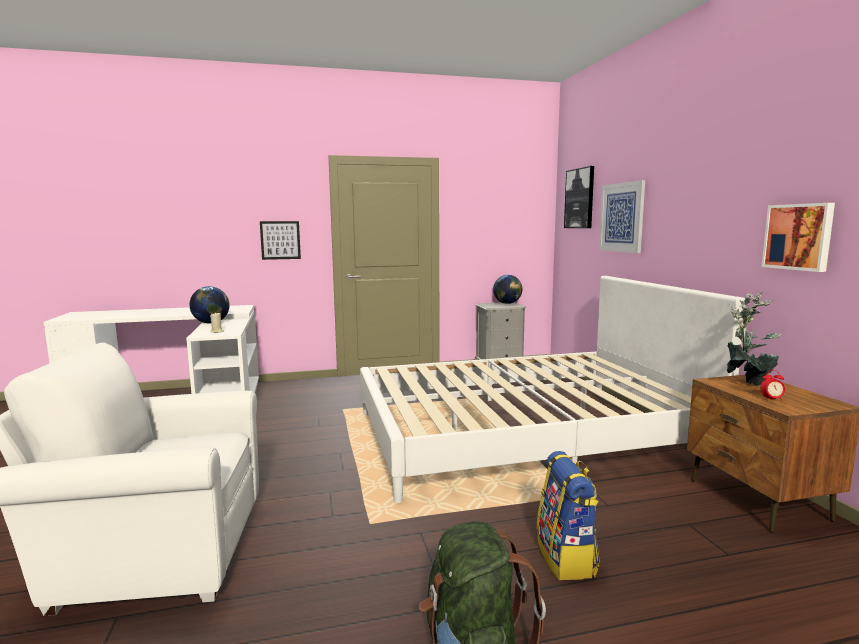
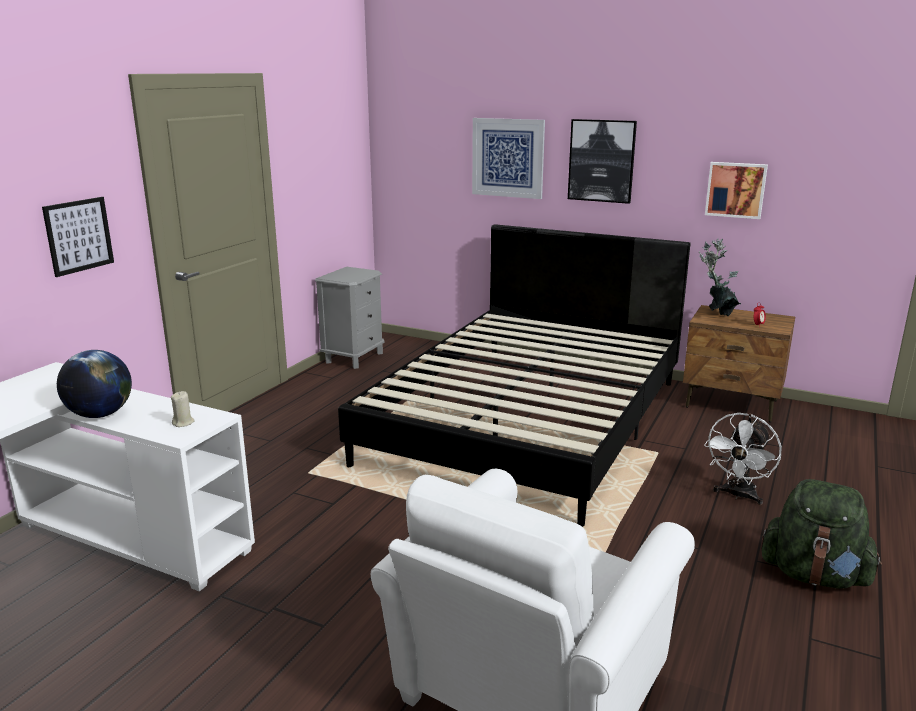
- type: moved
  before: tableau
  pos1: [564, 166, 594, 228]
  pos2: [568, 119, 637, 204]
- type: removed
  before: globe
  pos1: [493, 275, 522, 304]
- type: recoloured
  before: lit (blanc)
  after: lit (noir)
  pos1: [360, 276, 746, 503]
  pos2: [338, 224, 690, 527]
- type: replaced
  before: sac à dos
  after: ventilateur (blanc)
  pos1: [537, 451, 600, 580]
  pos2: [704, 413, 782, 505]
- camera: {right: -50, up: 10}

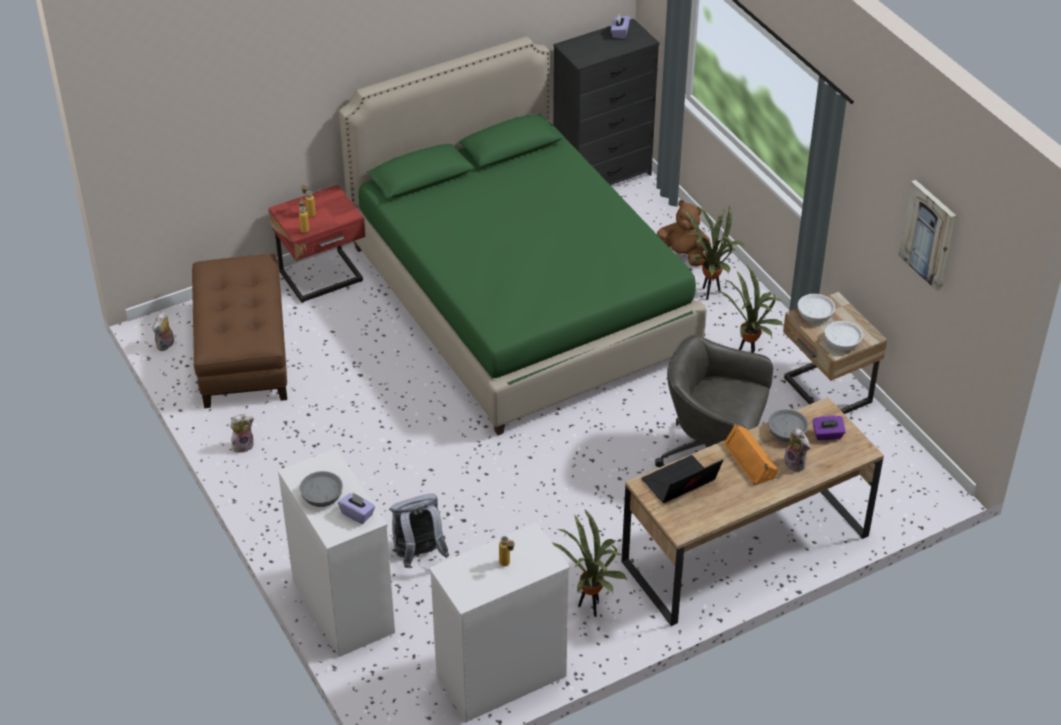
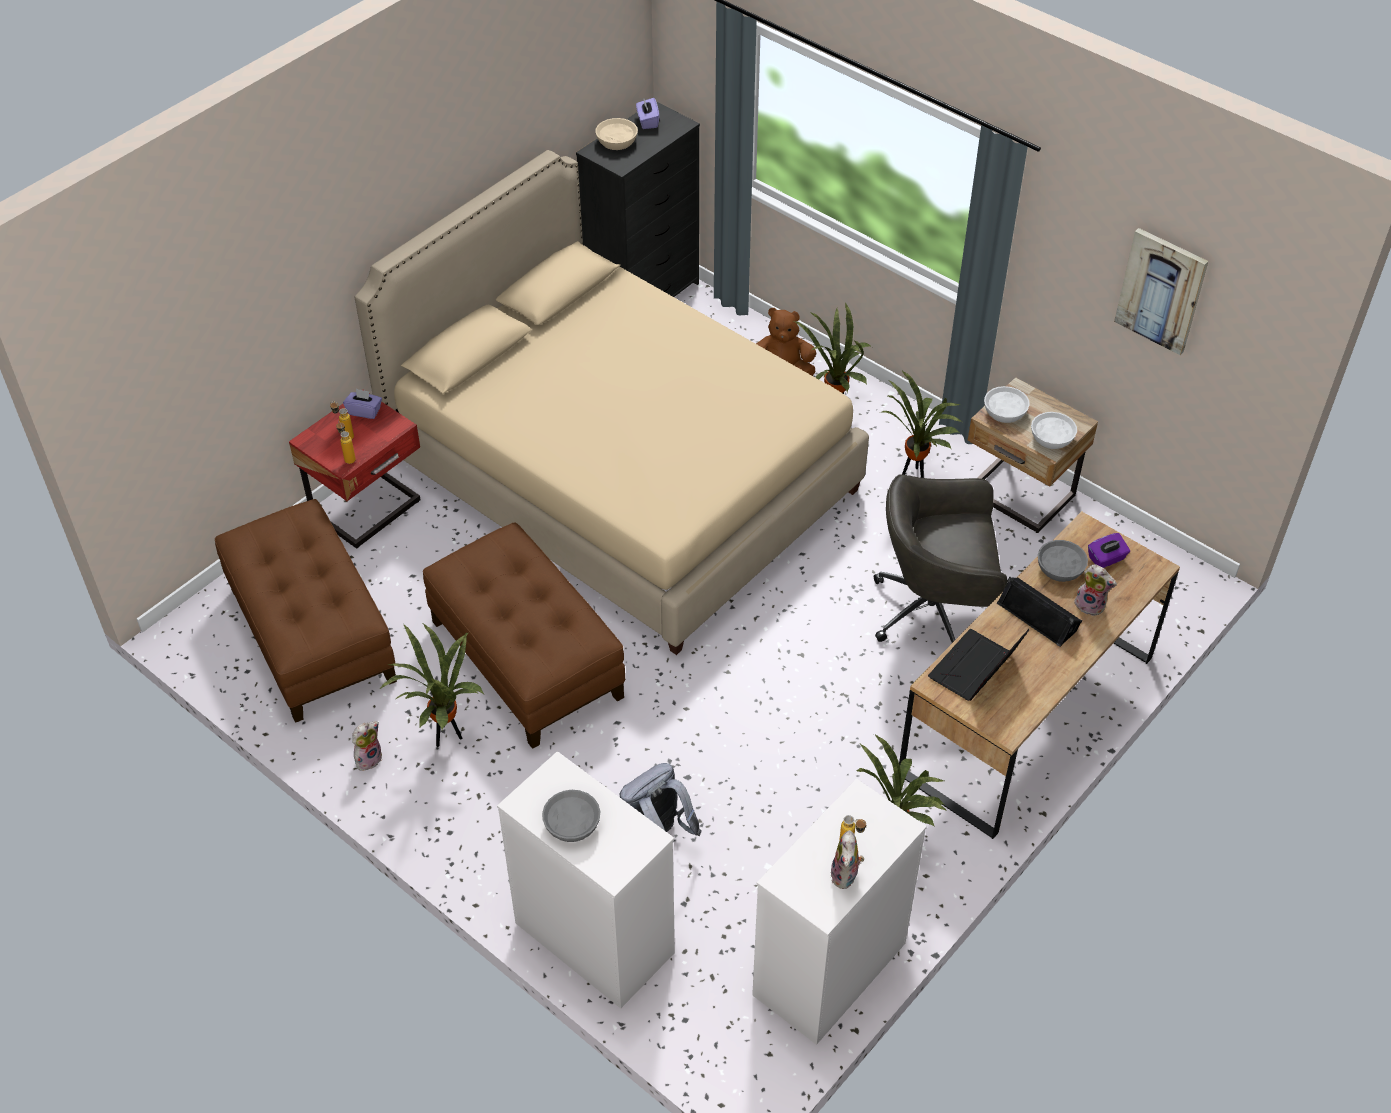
- type: recoloured
  before: lit (vert)
  after: lit (beige)
  pos1: [339, 36, 707, 435]
  pos2: [355, 150, 869, 655]
- type: moved
  before: peluche
  pos1: [153, 312, 174, 351]
  pos2: [830, 830, 864, 889]
- type: recoloured
  before: enceinte (orange)
  after: enceinte (noir)
  pos1: [723, 424, 779, 486]
  pos2: [997, 577, 1082, 647]
- type: moved
  before: boîte à mouchoirs (violet)
  pos1: [338, 492, 375, 524]
  pos2: [343, 389, 382, 419]
- type: added
  after: bol (beige)
  pos2: [595, 118, 638, 150]
- type: added
  after: pouf (marron)
  pos2: [423, 522, 625, 749]
- type: added
  after: plante en pot
  pos2: [380, 623, 484, 747]
- camera: {right: -20, up: 5}

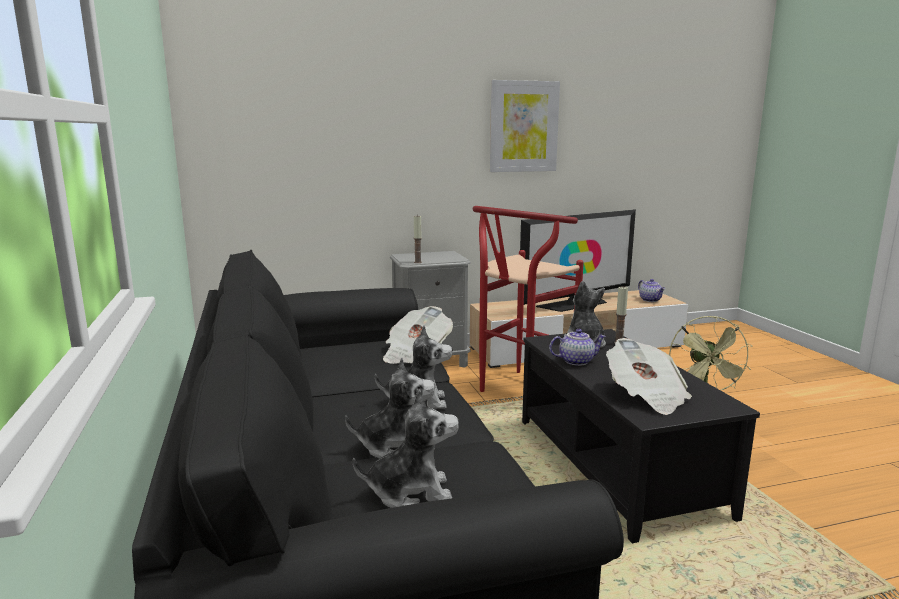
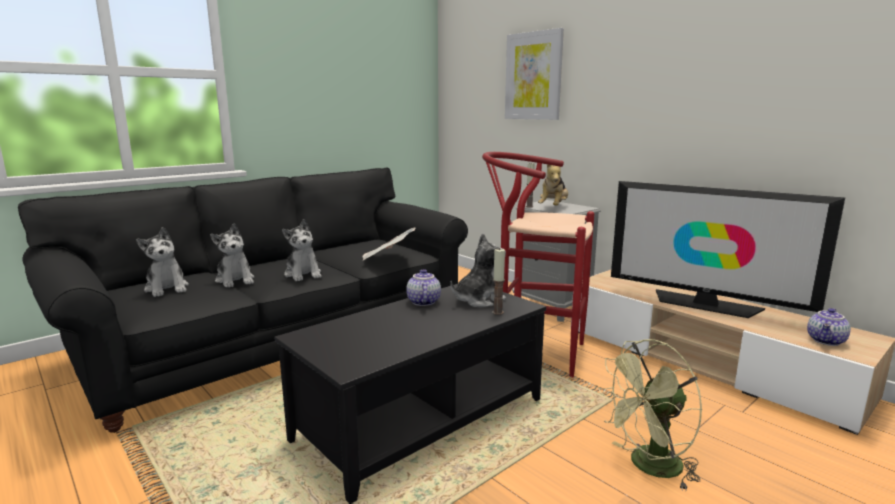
- type: moved
  before: tableau
  pos1: [490, 80, 560, 172]
  pos2: [505, 28, 564, 120]
- type: turned
  before: théière
  pos1: [549, 329, 606, 366]
  pos2: [406, 269, 441, 306]
  turn: -150
- type: removed
  before: journal
  pos1: [606, 338, 692, 415]
- type: added
  after: peluche
  pos2: [538, 164, 568, 206]
- camera: {right: 65, up: 0}

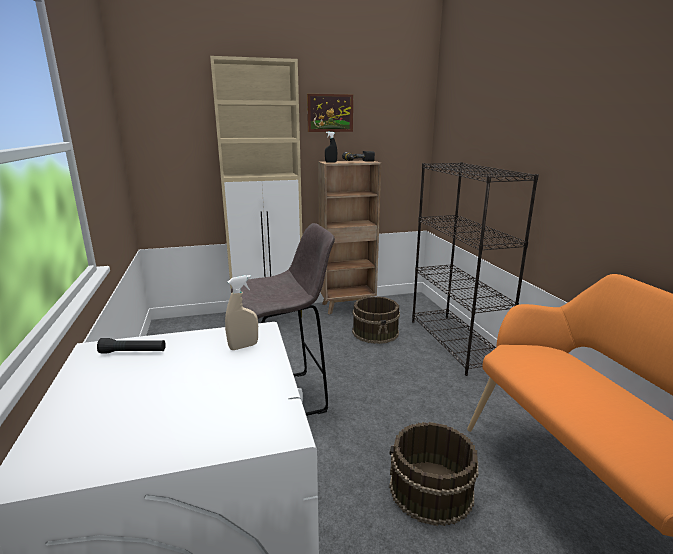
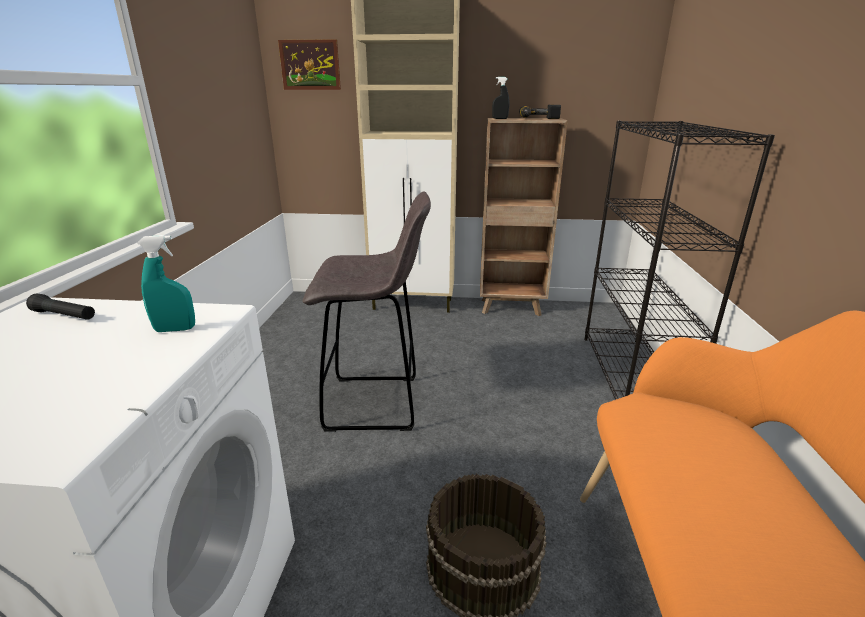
- type: moved
  before: tableau
  pos1: [307, 94, 353, 132]
  pos2: [278, 39, 341, 90]
- type: recoloured
  before: vaporisateur (beige)
  after: vaporisateur (turquoise)
  pos1: [225, 275, 258, 350]
  pos2: [137, 235, 195, 332]
- type: removed
  before: seau (marron)
  pos1: [352, 296, 400, 344]
- camera: {right: 20, up: 5}

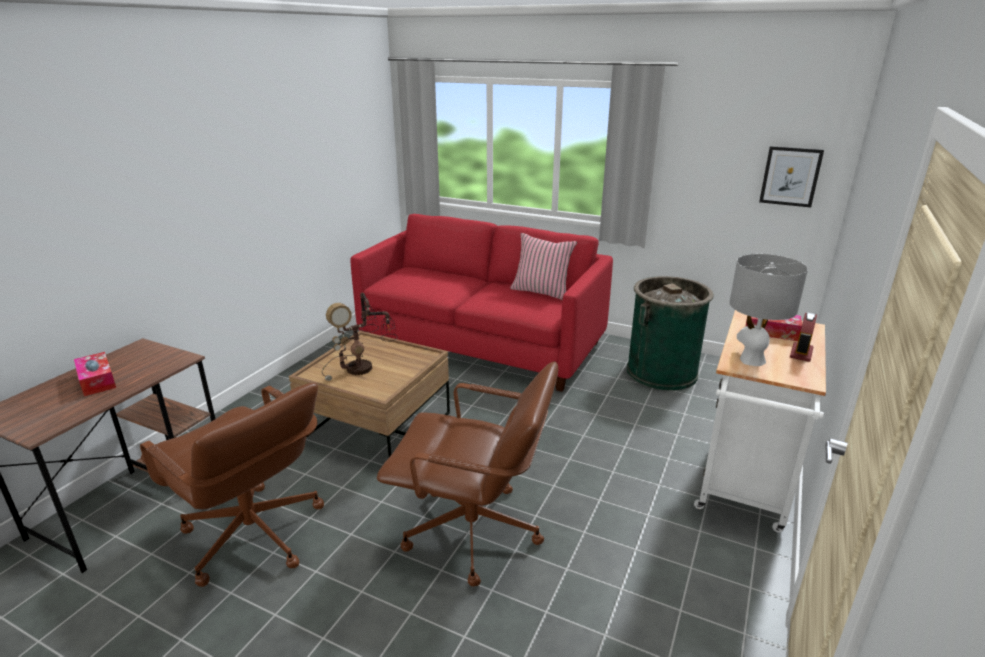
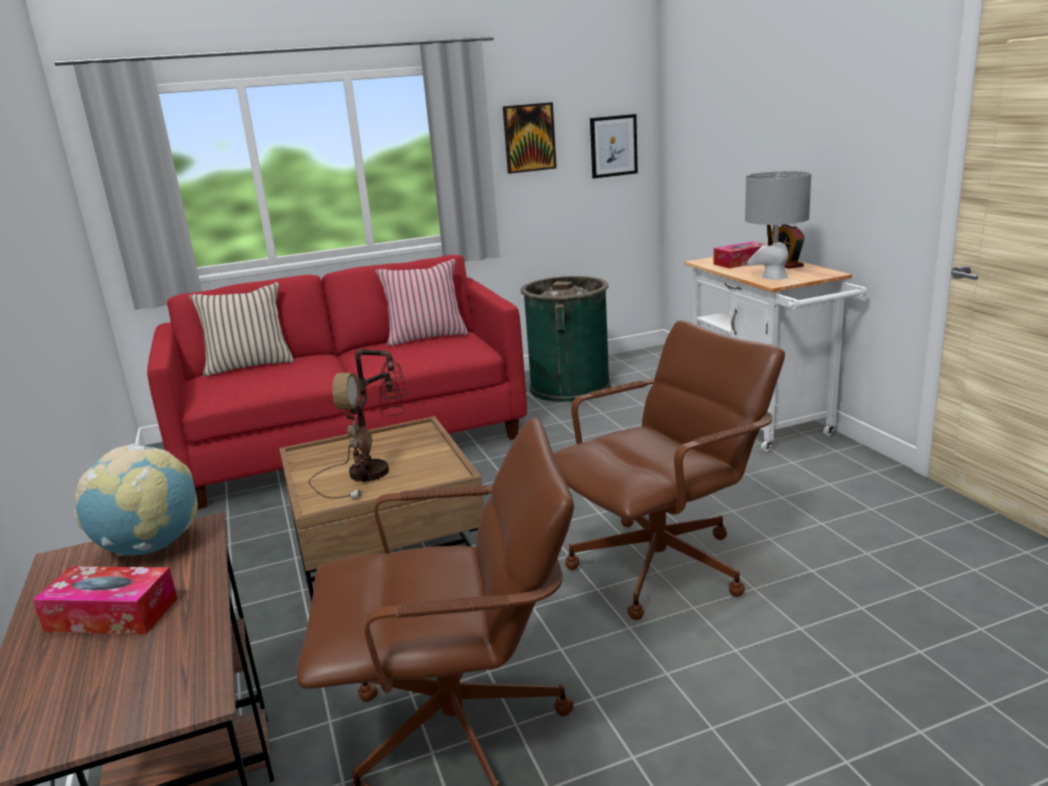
- type: added
  after: tableau
  pos2: [503, 102, 557, 174]
- type: added
  after: coussin (beige)
  pos2: [190, 282, 294, 376]
- type: added
  after: globe
  pos2: [74, 444, 198, 556]
- camera: {right: -45, up: -5}

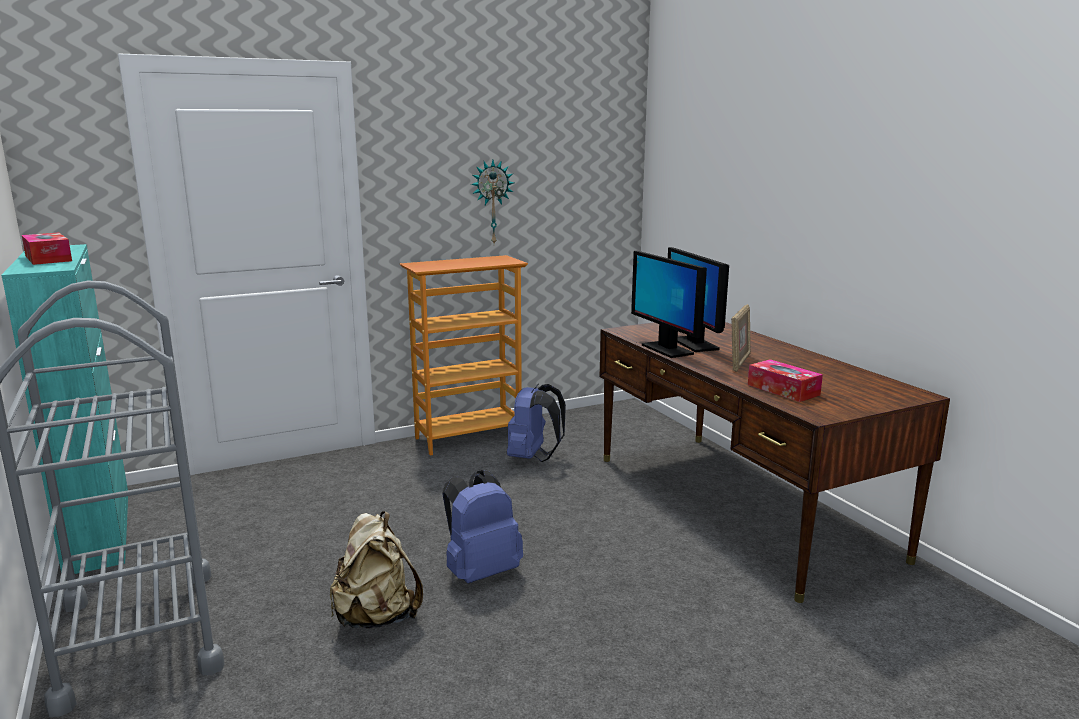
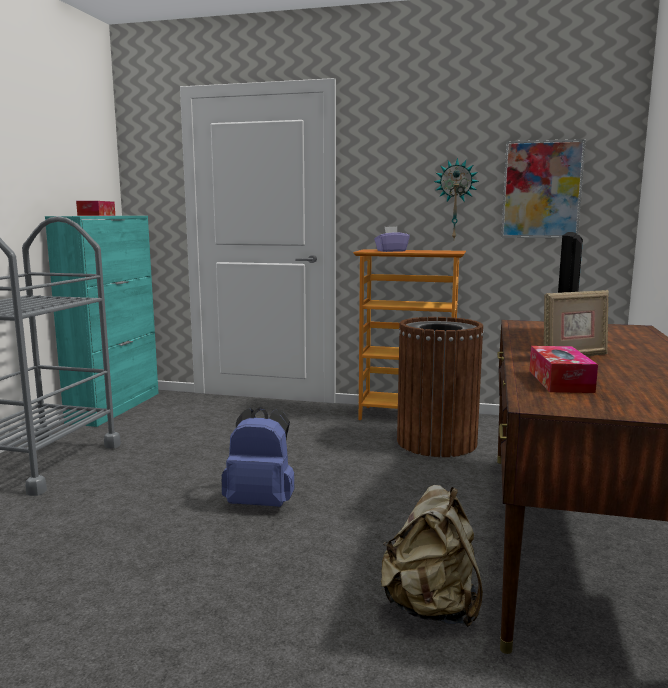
- type: removed
  before: écran d'ordinateur
  pos1: [631, 251, 707, 358]
- type: replaced
  before: sac à dos (bleu)
  after: poubelle (marron)
  pos1: [507, 383, 566, 462]
  pos2: [397, 317, 484, 457]
- type: moved
  before: sac à dos (beige)
  pos1: [330, 511, 423, 629]
  pos2: [380, 485, 483, 627]
- type: added
  after: tableau
  pos2: [501, 139, 586, 238]
- type: added
  after: boîte à mouchoirs (violet)
  pos2: [374, 227, 410, 252]
- camera: {right: 40, up: -5}

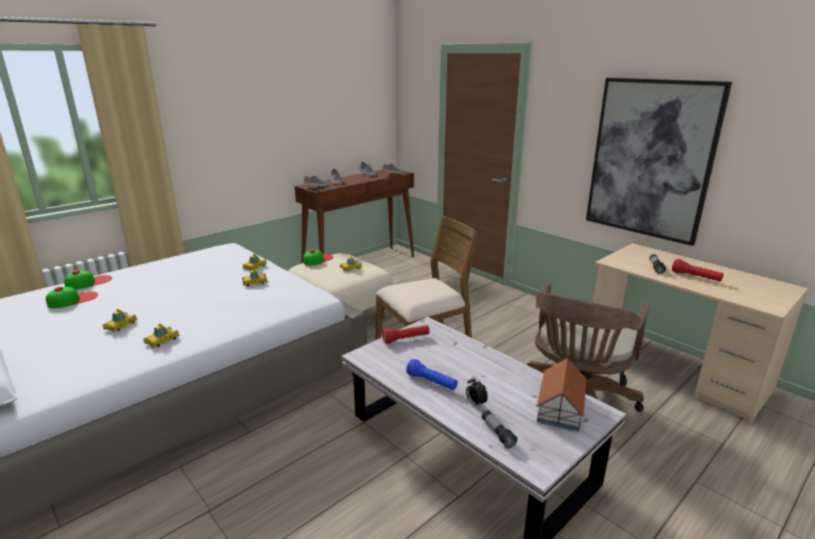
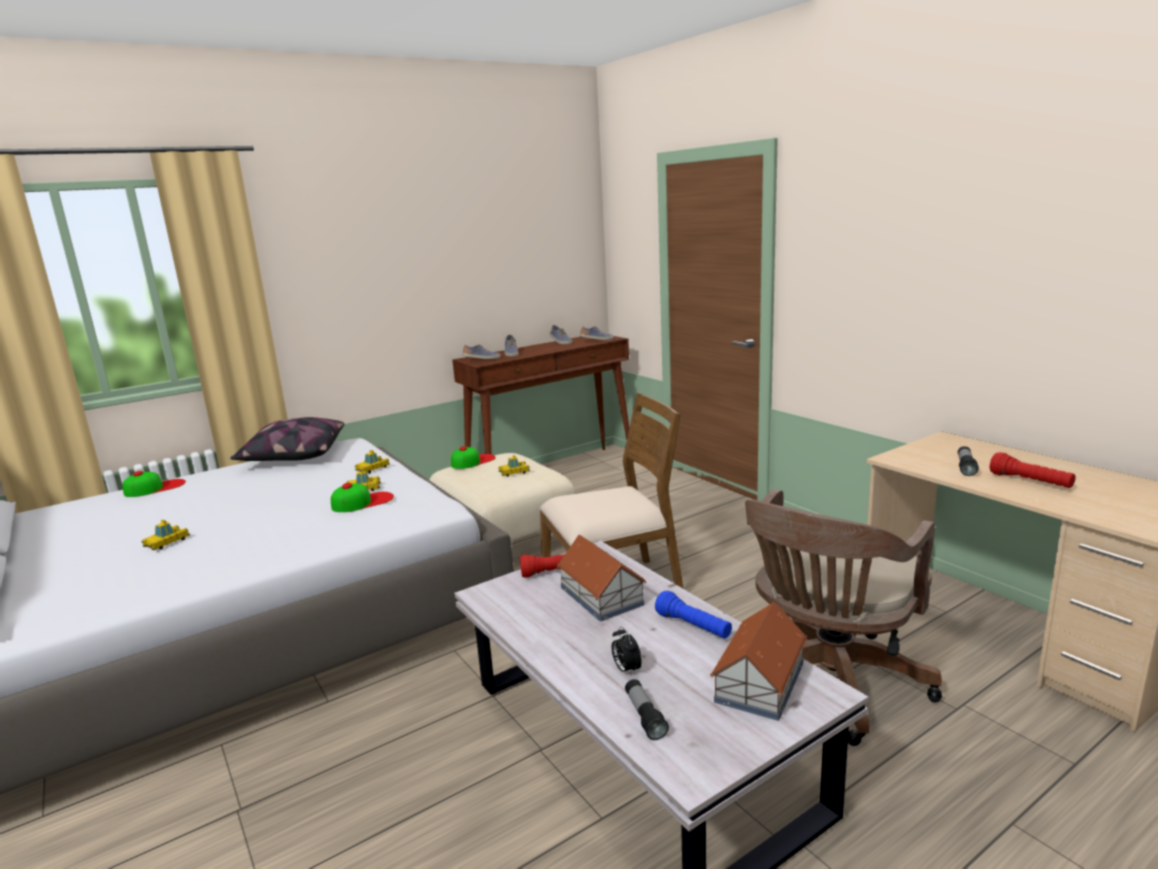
- type: removed
  before: tableau
  pos1: [586, 78, 732, 246]
- type: moved
  before: casquette
  pos1: [46, 287, 98, 308]
  pos2: [331, 483, 394, 512]
- type: removed
  before: petite voiture
  pos1: [144, 323, 179, 348]
- type: moved
  before: lampe de poche (bleu)
  pos1: [406, 359, 458, 390]
  pos2: [655, 591, 732, 639]
- type: added
  after: coussin
  pos2: [230, 417, 344, 461]
- type: added
  after: maison miniature
  pos2: [557, 535, 646, 621]
- camera: {right: 10, up: -5}

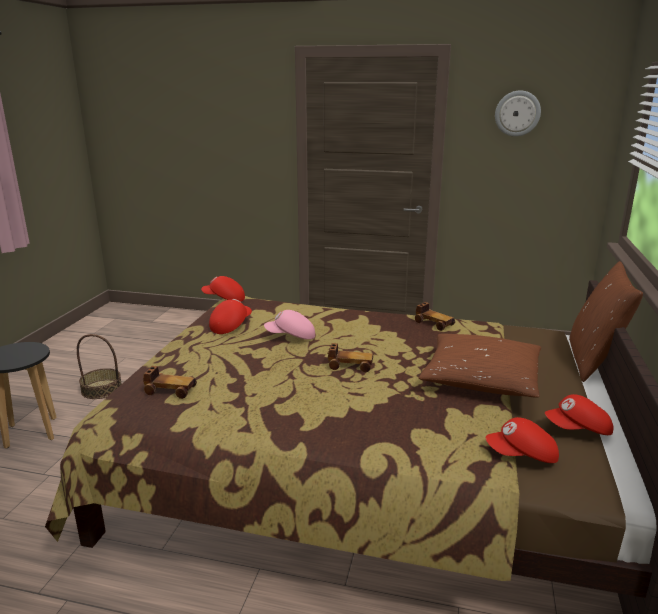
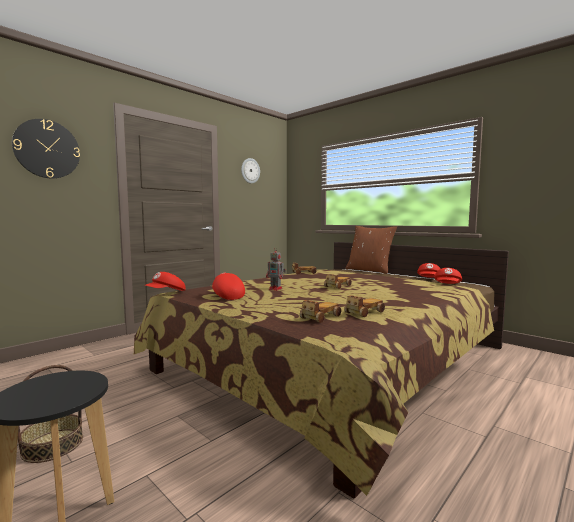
- type: replaced
  before: casquette (rose)
  after: robot jouet
  pos1: [264, 310, 315, 340]
  pos2: [266, 247, 286, 291]
- type: removed
  before: coussin (marron)
  pos1: [419, 334, 541, 398]
- type: added
  after: horloge murale
  pos2: [12, 119, 80, 179]
- type: added
  after: petite voiture
  pos2: [344, 295, 385, 317]
- camera: {right: -60, up: -15}

